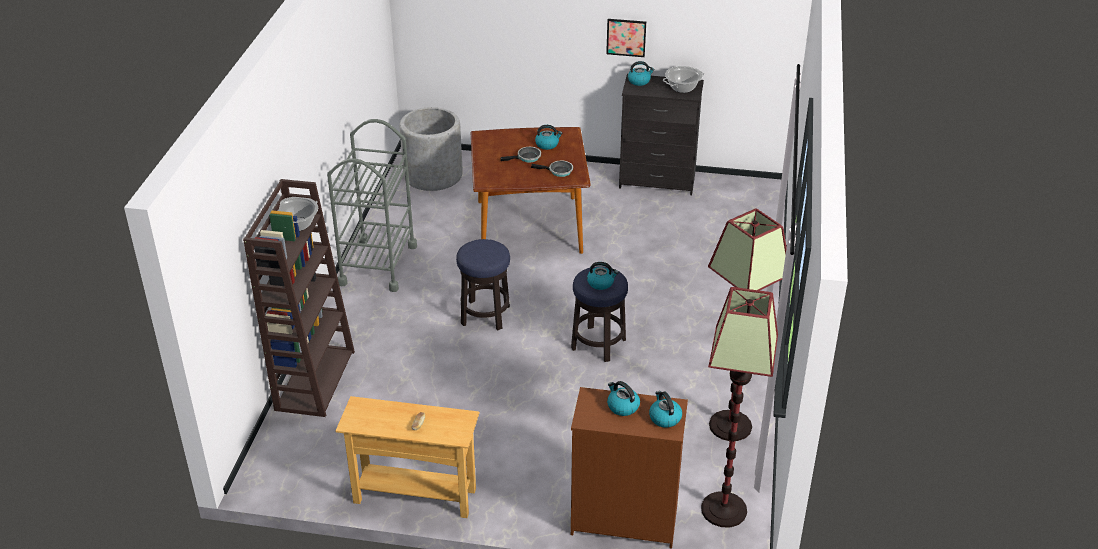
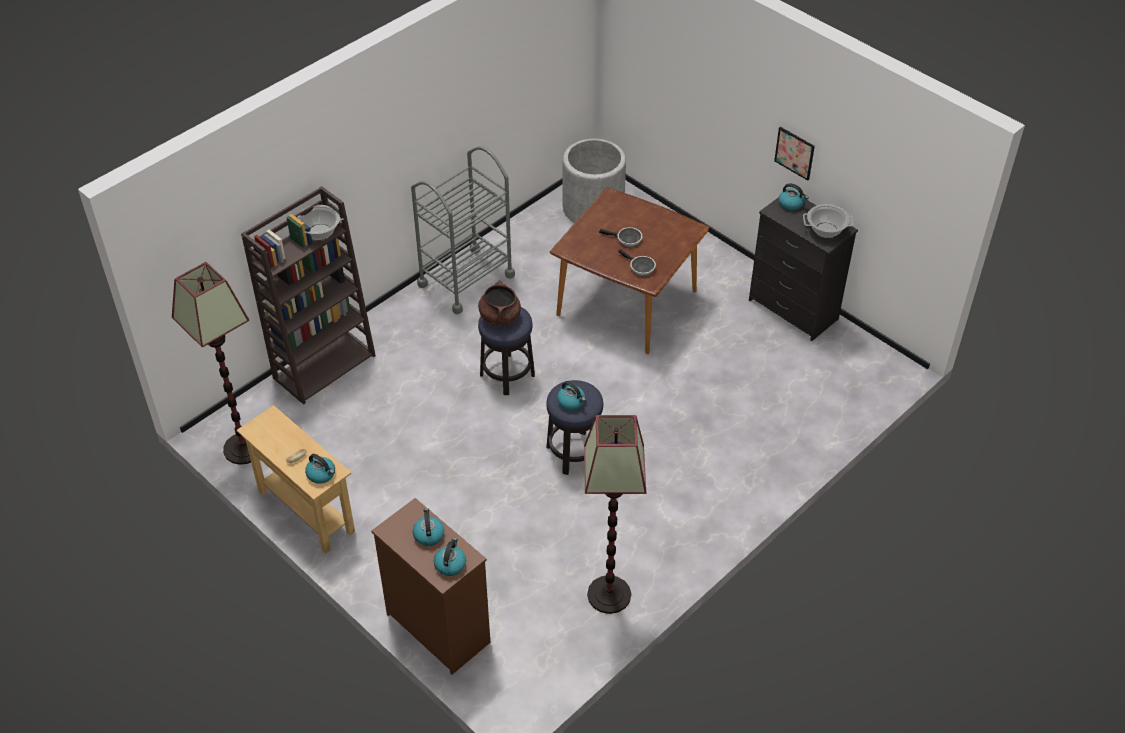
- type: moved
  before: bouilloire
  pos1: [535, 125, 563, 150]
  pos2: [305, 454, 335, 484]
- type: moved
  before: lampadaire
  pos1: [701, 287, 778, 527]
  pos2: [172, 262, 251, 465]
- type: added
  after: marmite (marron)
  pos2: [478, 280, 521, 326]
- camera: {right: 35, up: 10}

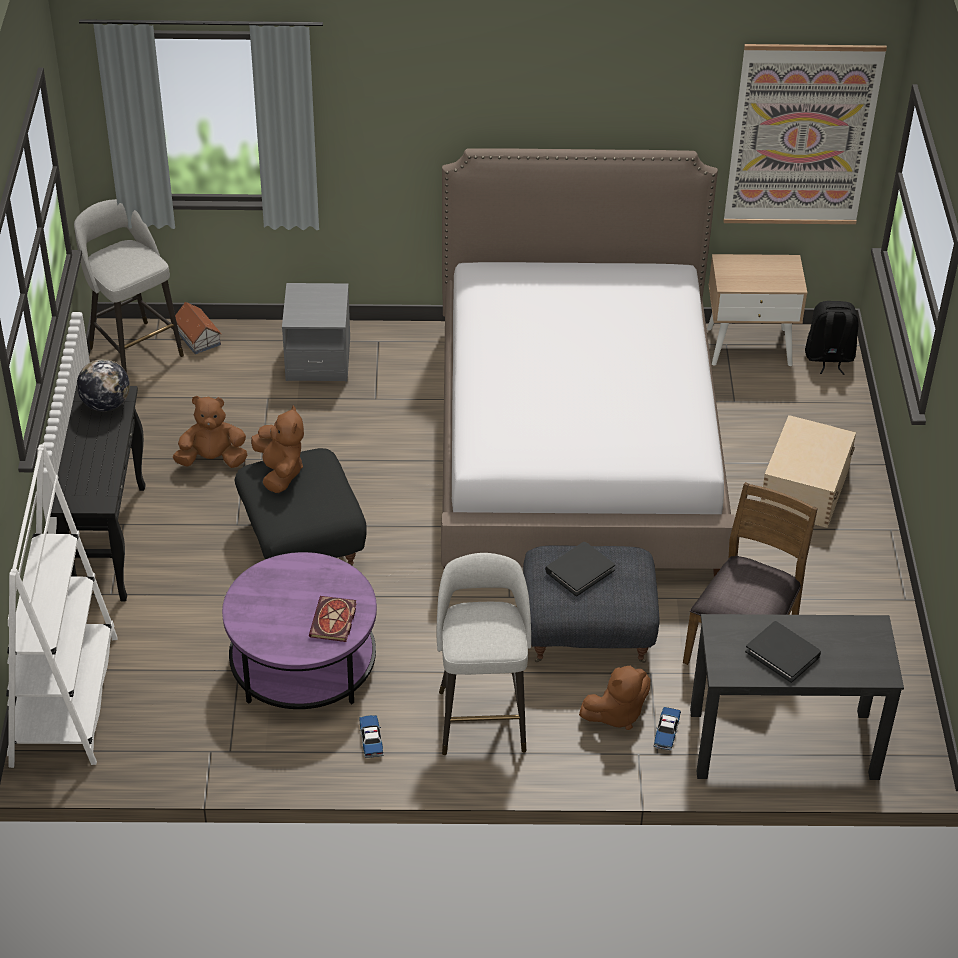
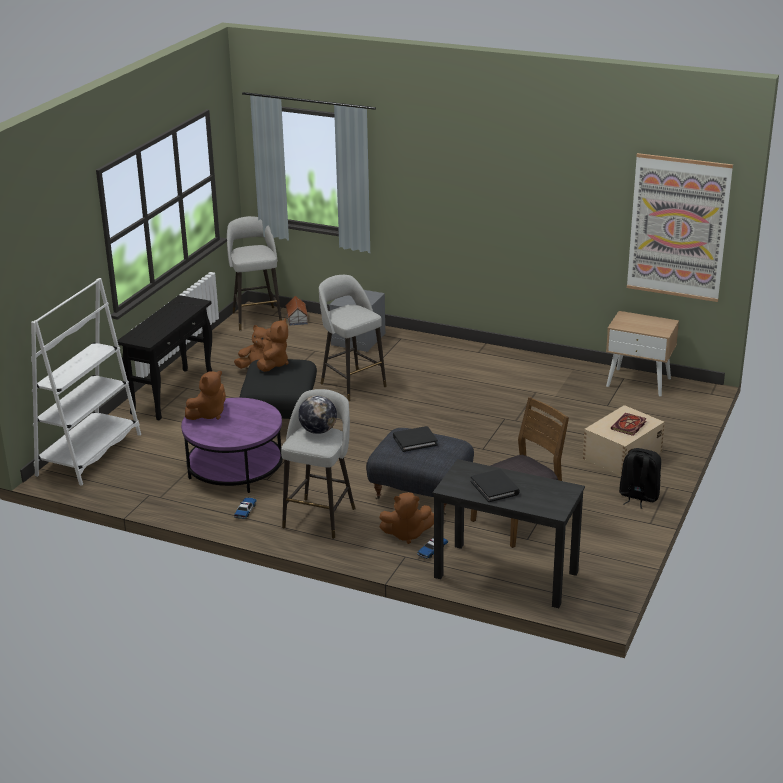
- type: removed
  before: lit
  pos1: [441, 148, 735, 577]
- type: moved
  before: sac à dos (noir)
  pos1: [805, 301, 858, 375]
  pos2: [619, 448, 661, 509]
- type: moved
  before: globe
  pos1: [77, 359, 130, 411]
  pos2: [298, 395, 337, 434]
- type: moved
  before: livre
  pos1: [309, 596, 357, 642]
  pos2: [611, 413, 647, 436]
- type: added
  after: tabouret (gris)
  pos2: [319, 275, 387, 401]
- type: added
  after: peluche (marron)
  pos2: [185, 371, 226, 420]
- camera: {right: 25, up: -15}

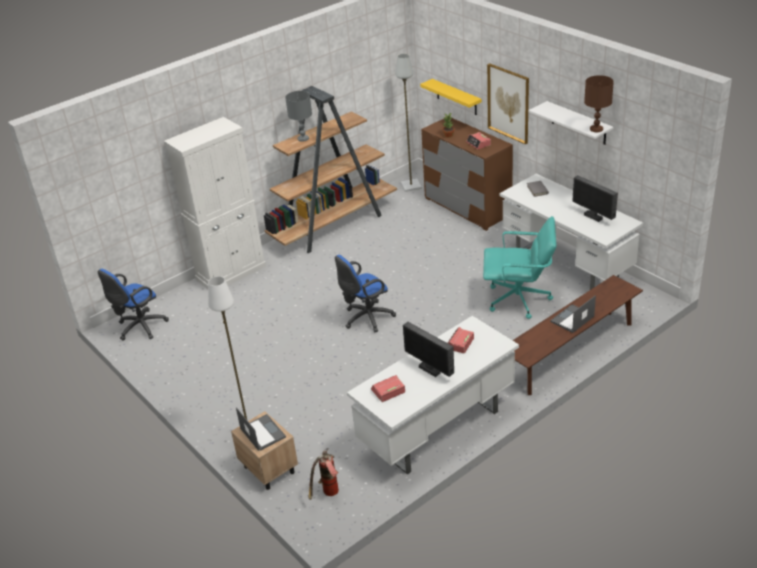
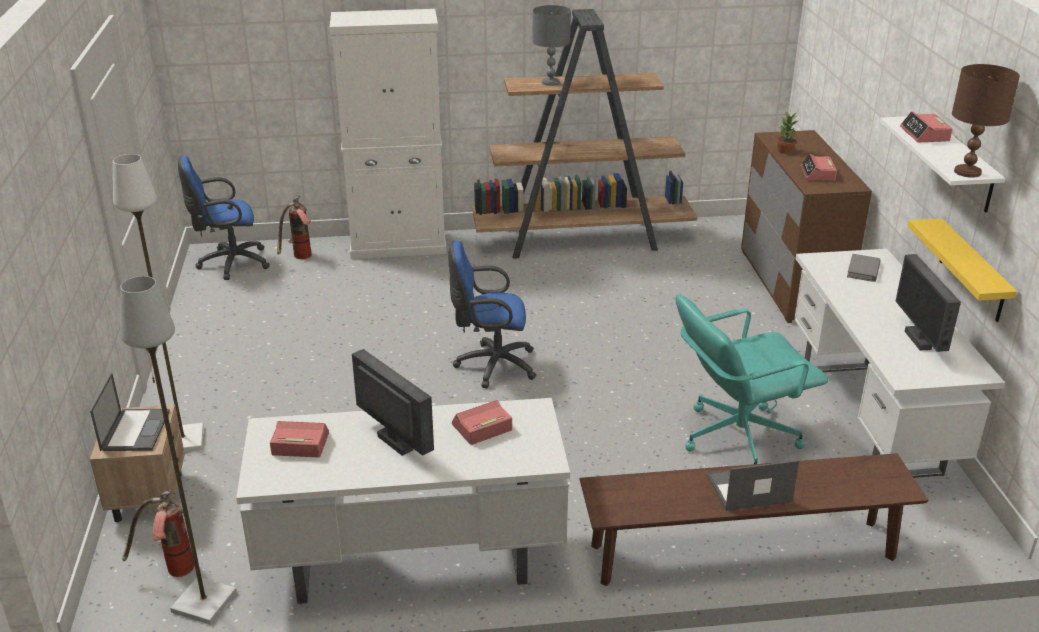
- type: moved
  before: lampadaire (gris)
  pos1: [395, 54, 422, 192]
  pos2: [120, 276, 237, 625]
- type: removed
  before: tableau
  pos1: [487, 63, 529, 144]
- type: moved
  before: étagère (jaune)
  pos1: [420, 79, 482, 115]
  pos2: [908, 218, 1017, 322]
- type: turned
  before: chaise de bureau (turquoise)
  pos1: [483, 216, 556, 319]
  pos2: [676, 294, 829, 464]
  turn: 120
- type: turned
  before: écran d'ordinateur
  pos1: [403, 322, 454, 377]
  pos2: [352, 349, 434, 456]
  turn: 150
- type: added
  after: réveil
  pos2: [900, 111, 953, 142]
- type: added
  after: extincteur
  pos2: [277, 196, 312, 259]
- camera: {right: 30, up: -5}

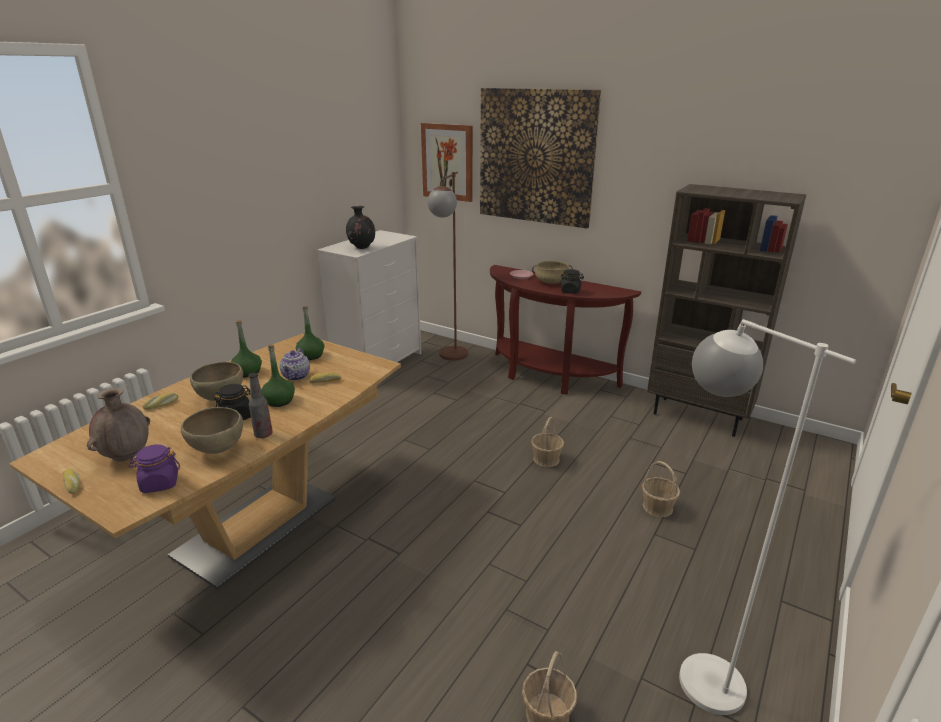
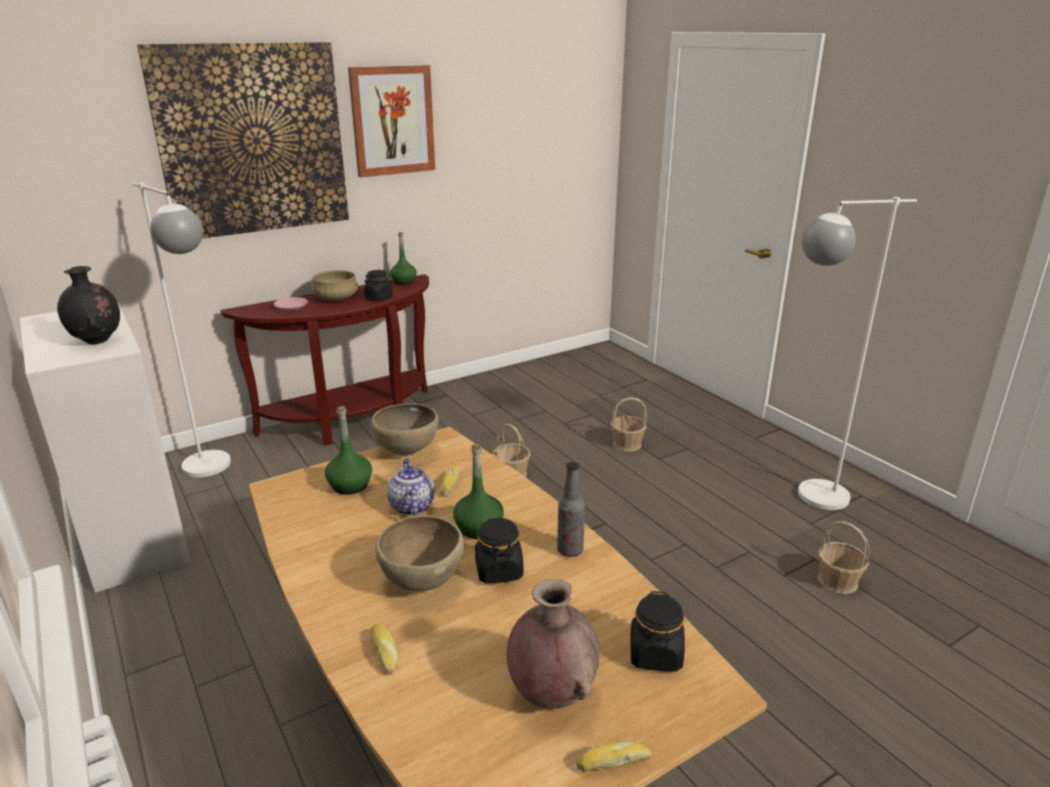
- type: moved
  before: tableau
  pos1: [421, 123, 473, 202]
  pos2: [348, 65, 435, 178]
- type: recoloured
  before: lampadaire (marron)
  after: lampadaire (blanc)
  pos1: [427, 172, 468, 361]
  pos2: [132, 182, 231, 477]
- type: removed
  before: bibliothèque (marron)
  pos1: [647, 184, 807, 437]
- type: moved
  before: bouteille (vert)
  pos1: [231, 320, 262, 377]
  pos2: [390, 232, 417, 285]
- type: turned
  before: théière
  pos1: [280, 348, 310, 381]
  pos2: [387, 459, 435, 516]
  turn: -135
- type: moved
  before: bol (marron)
  pos1: [181, 407, 243, 454]
  pos2: [371, 403, 439, 456]
- type: recoloured
  before: bocal (violet)
  after: bocal (noir)
  pos1: [129, 444, 180, 493]
  pos2: [631, 591, 685, 671]
- camera: {right: -65, up: 0}

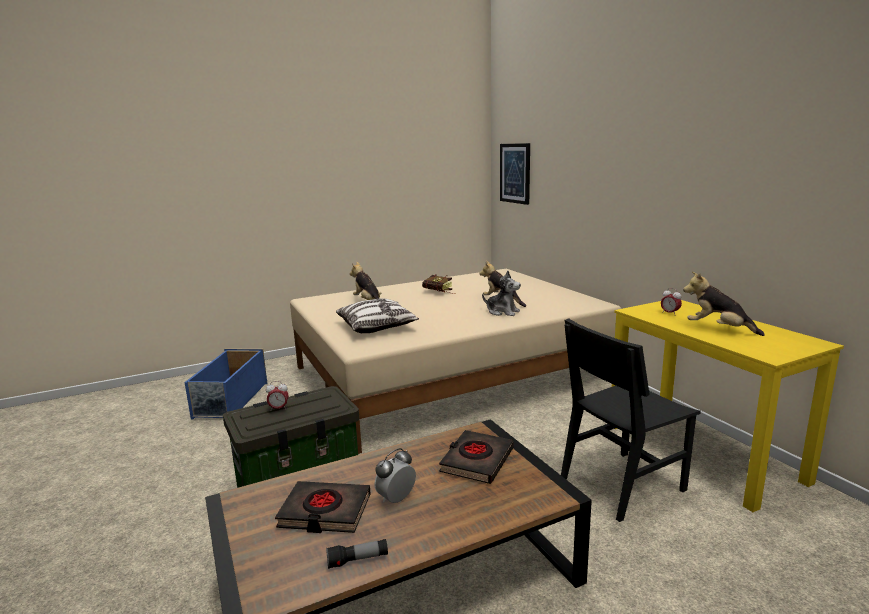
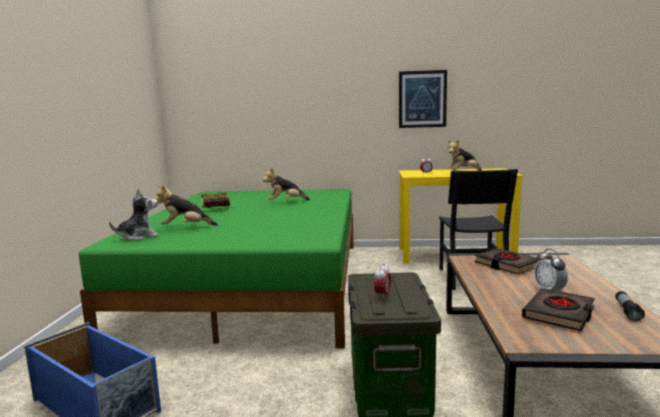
- type: moved
  before: tableau
  pos1: [500, 143, 530, 205]
  pos2: [399, 70, 447, 128]
- type: recoloured
  before: lit (beige)
  after: lit (vert)
  pos1: [290, 269, 621, 454]
  pos2: [79, 189, 354, 348]
- type: moved
  before: peluche
  pos1: [482, 271, 521, 316]
  pos2: [109, 189, 159, 241]
- type: removed
  before: coussin
  pos1: [336, 299, 419, 333]
- camera: {right: -60, up: -5}

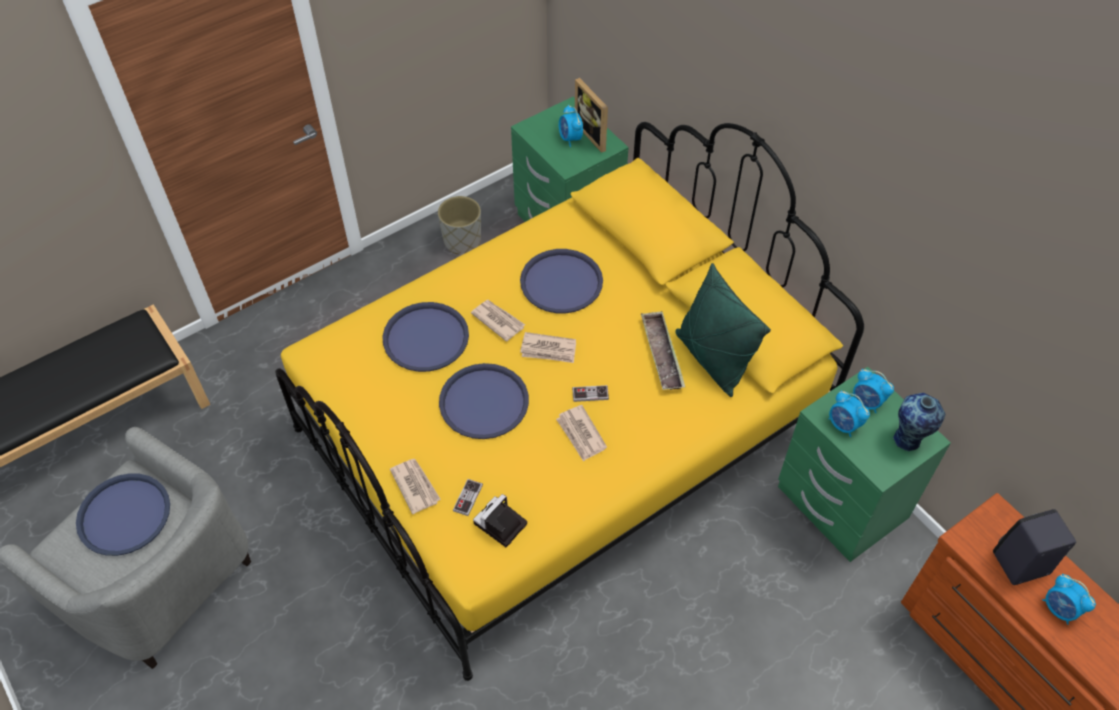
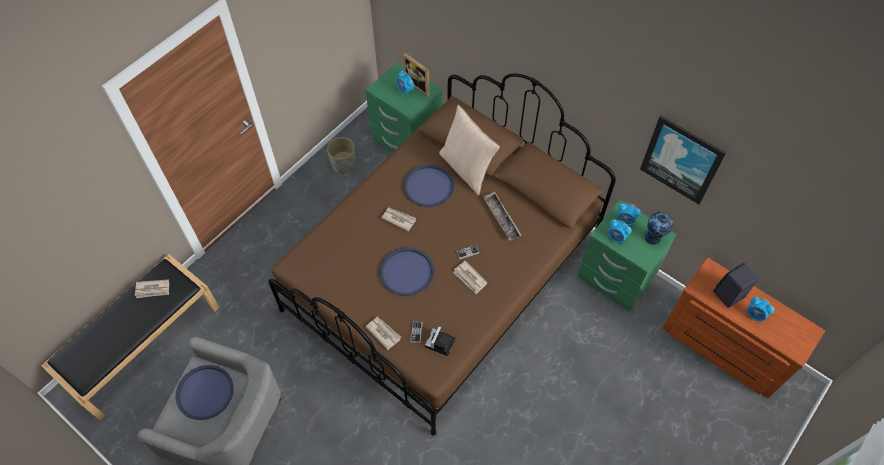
- type: recoloured
  before: lit (jaune)
  after: lit (marron)
  pos1: [275, 122, 864, 681]
  pos2: [268, 73, 616, 436]
- type: removed
  before: coussin (vert)
  pos1: [675, 263, 771, 397]
- type: removed
  before: plateau (bleu)
  pos1: [382, 302, 469, 372]
- type: moved
  before: journal
  pos1: [520, 332, 576, 363]
  pos2: [135, 279, 169, 298]
- type: added
  after: coussin (beige)
  pos2: [439, 105, 500, 195]
- type: added
  after: tableau
  pos2: [640, 116, 726, 204]
- camera: {right: -15, up: 5}

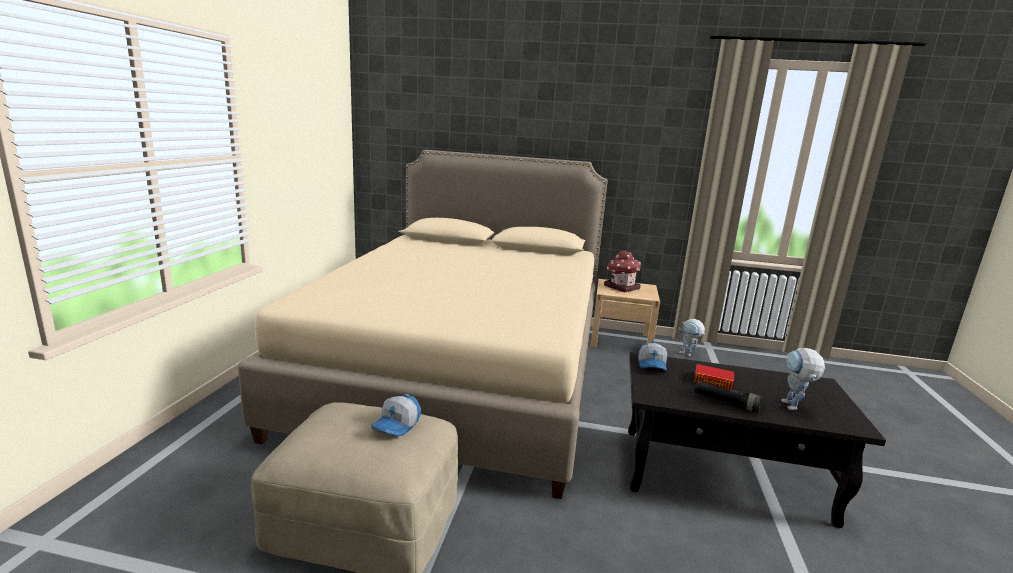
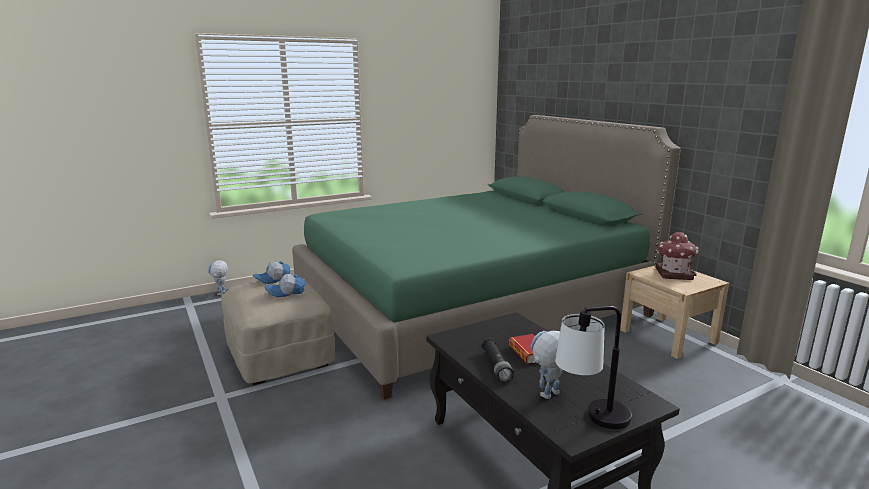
- type: recoloured
  before: lit (beige)
  after: lit (vert)
  pos1: [238, 150, 608, 499]
  pos2: [292, 115, 681, 400]
- type: moved
  before: robot jouet
  pos1: [678, 319, 706, 357]
  pos2: [208, 260, 228, 295]
- type: moved
  before: casquette
  pos1: [638, 341, 667, 371]
  pos2: [253, 261, 290, 284]
- type: added
  after: lampe de table
  pos2: [555, 306, 632, 429]
- camera: {right: 50, up: 0}

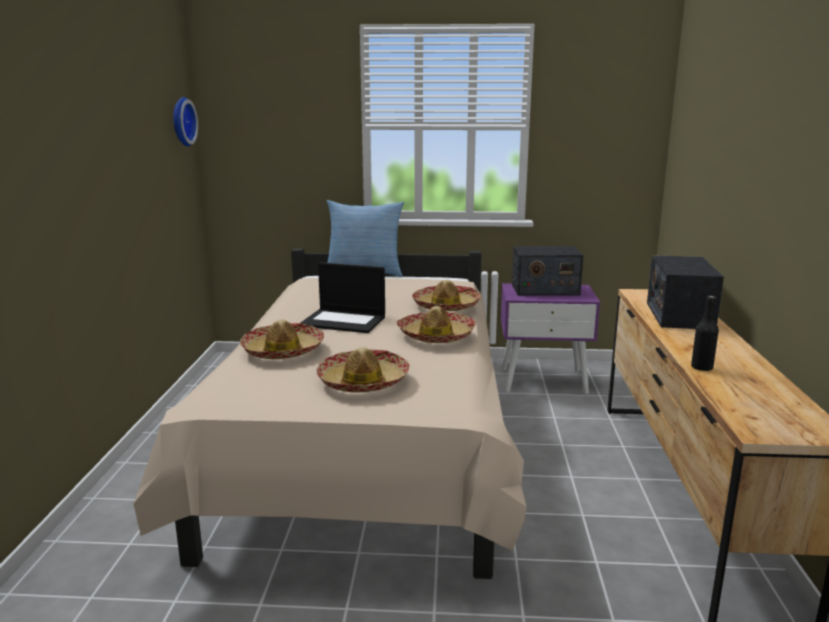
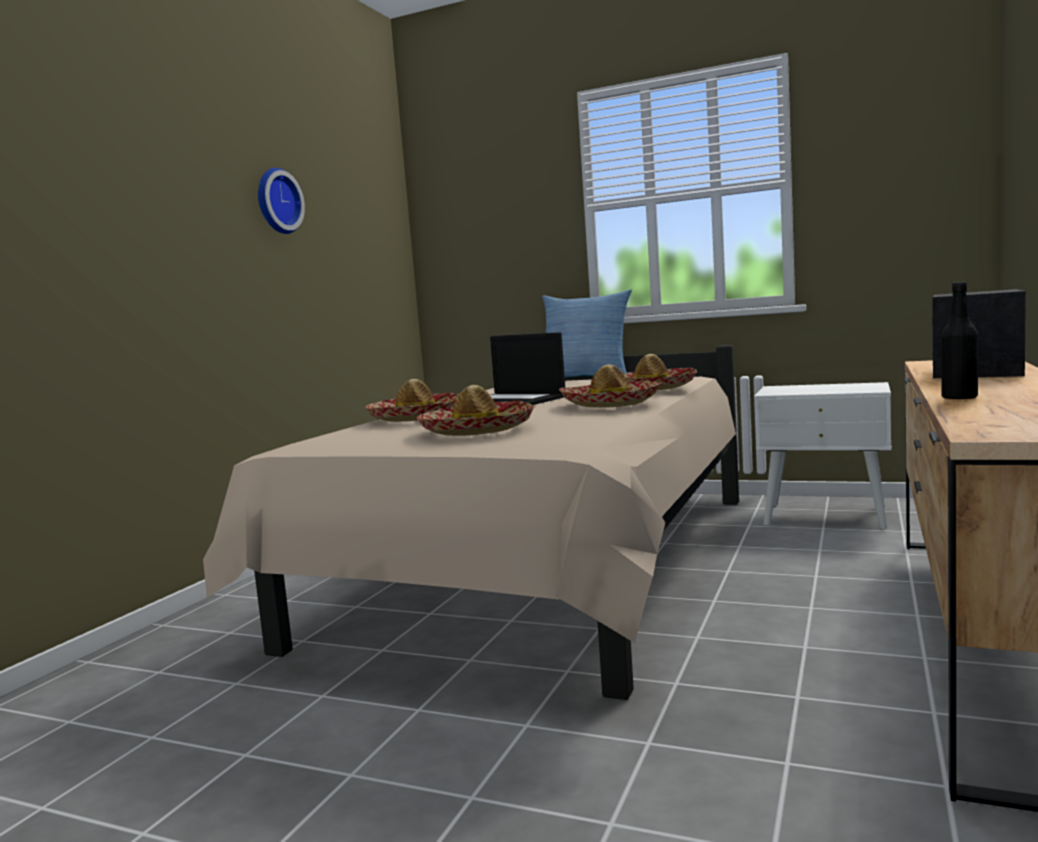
- type: moved
  before: horloge murale
  pos1: [173, 97, 198, 147]
  pos2: [258, 168, 305, 234]
- type: removed
  before: radio
  pos1: [512, 246, 583, 296]
- type: recoloured
  before: table de chevet (violet)
  after: table de chevet (blanc)
  pos1: [501, 283, 600, 394]
  pos2: [754, 382, 892, 529]
- camera: {right: 20, up: -10}

